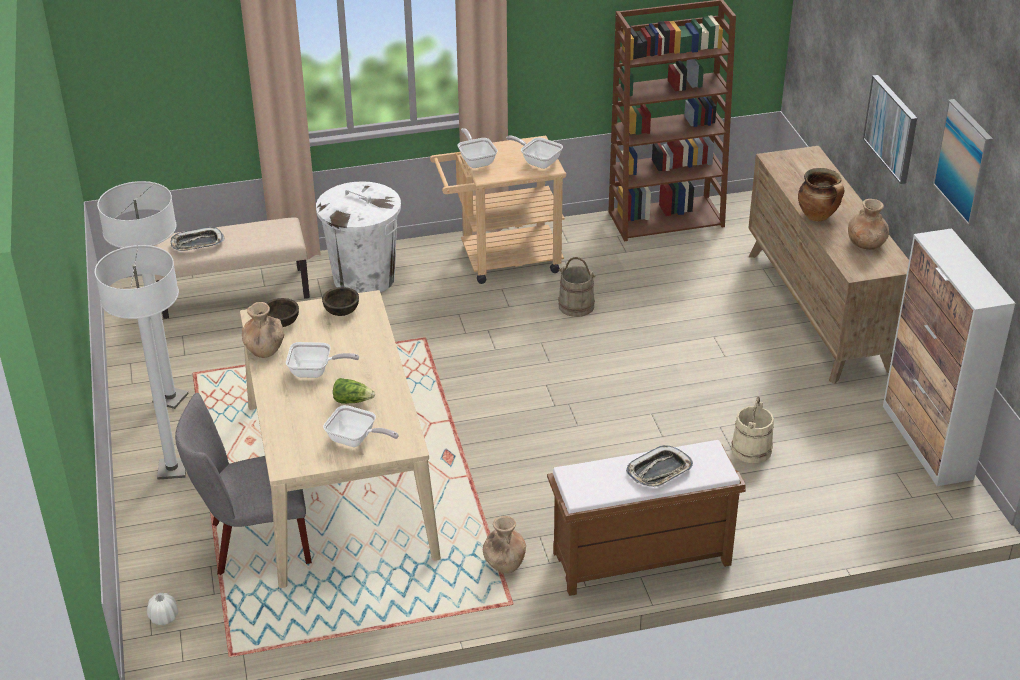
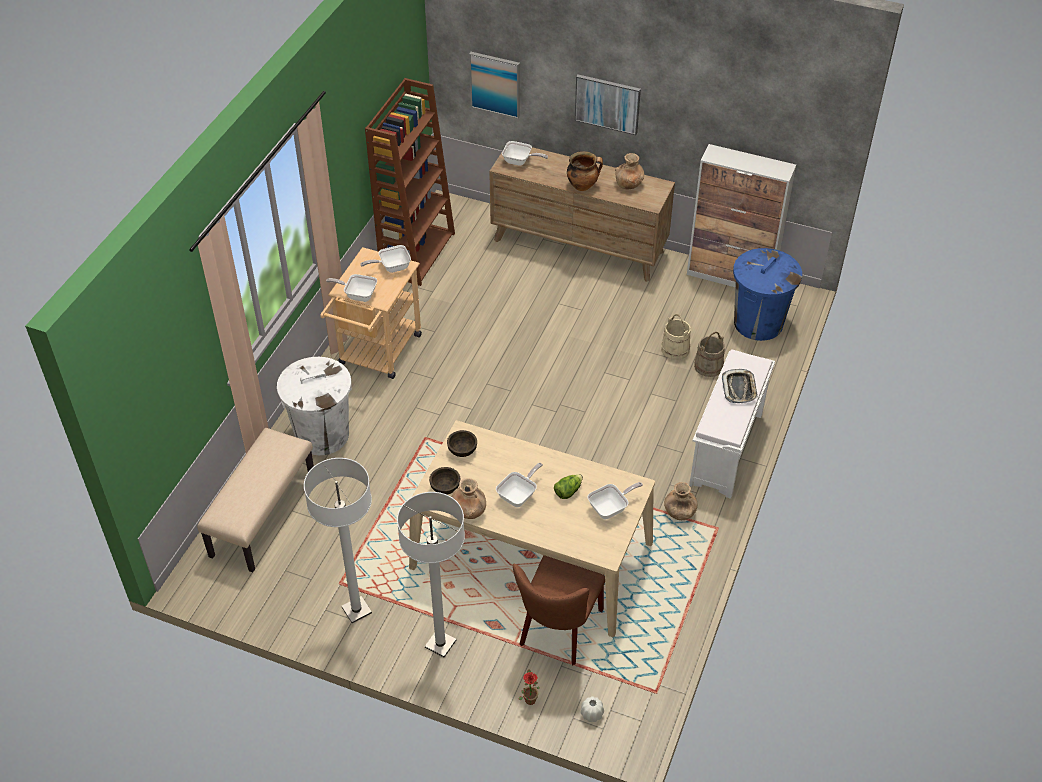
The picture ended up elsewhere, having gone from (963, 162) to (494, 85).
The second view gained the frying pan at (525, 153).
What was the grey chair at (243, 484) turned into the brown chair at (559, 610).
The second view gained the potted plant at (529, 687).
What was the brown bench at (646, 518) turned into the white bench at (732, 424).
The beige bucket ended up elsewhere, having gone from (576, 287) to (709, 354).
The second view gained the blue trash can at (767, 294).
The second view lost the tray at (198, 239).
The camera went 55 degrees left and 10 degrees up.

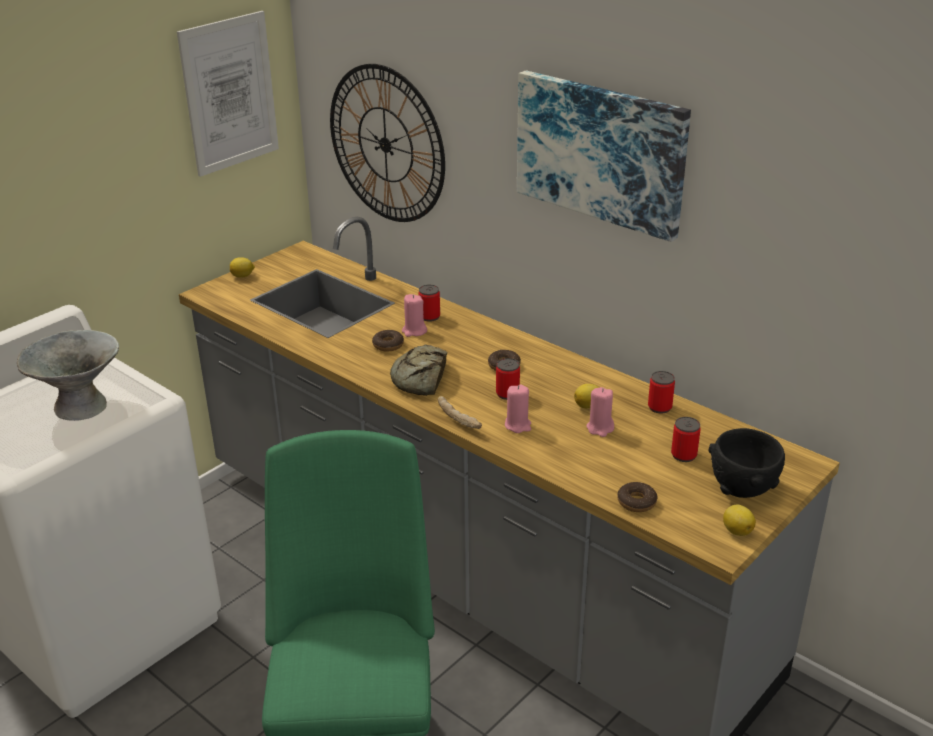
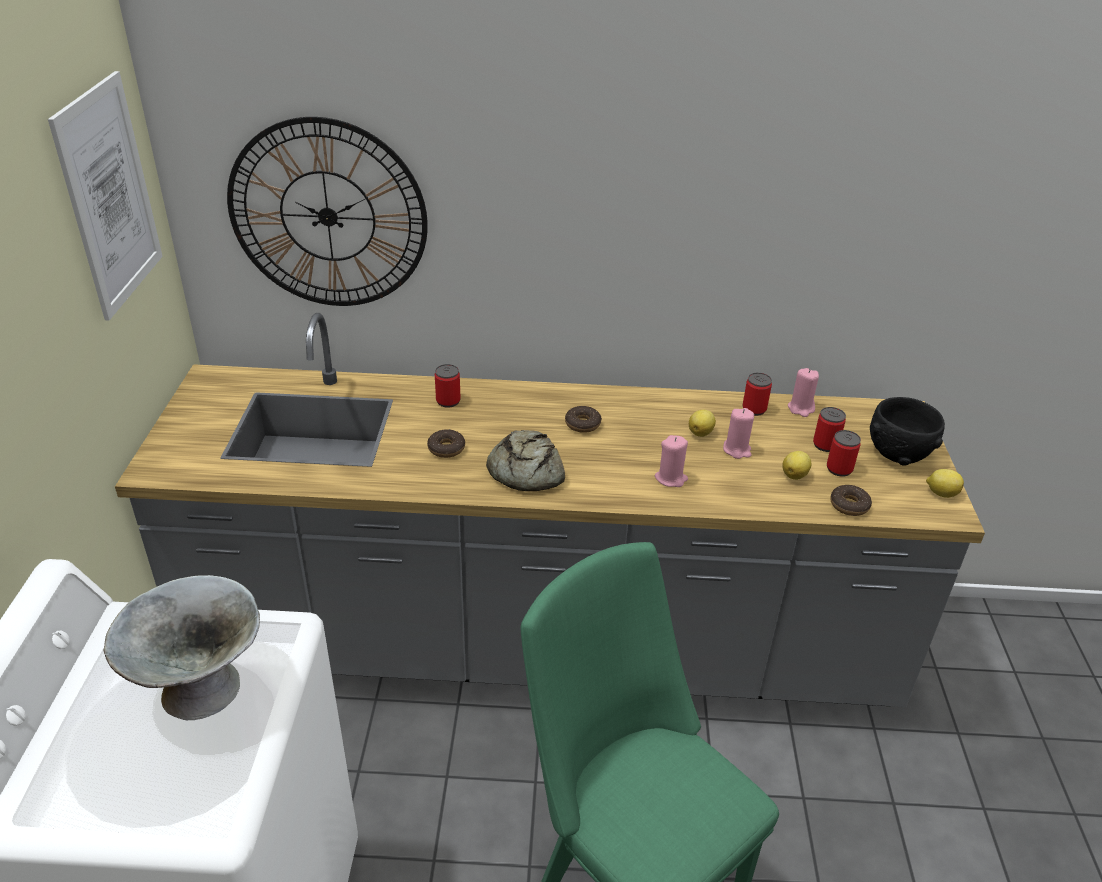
The lemon ended up elsewhere, having gone from (242, 267) to (797, 465).
The pink candle ended up elsewhere, having gone from (414, 315) to (803, 392).
The can ended up elsewhere, having gone from (508, 379) to (844, 453).
The second view lost the bread at (459, 412).
The second view lost the picture at (604, 156).
The camera went 40 degrees left and 5 degrees up.

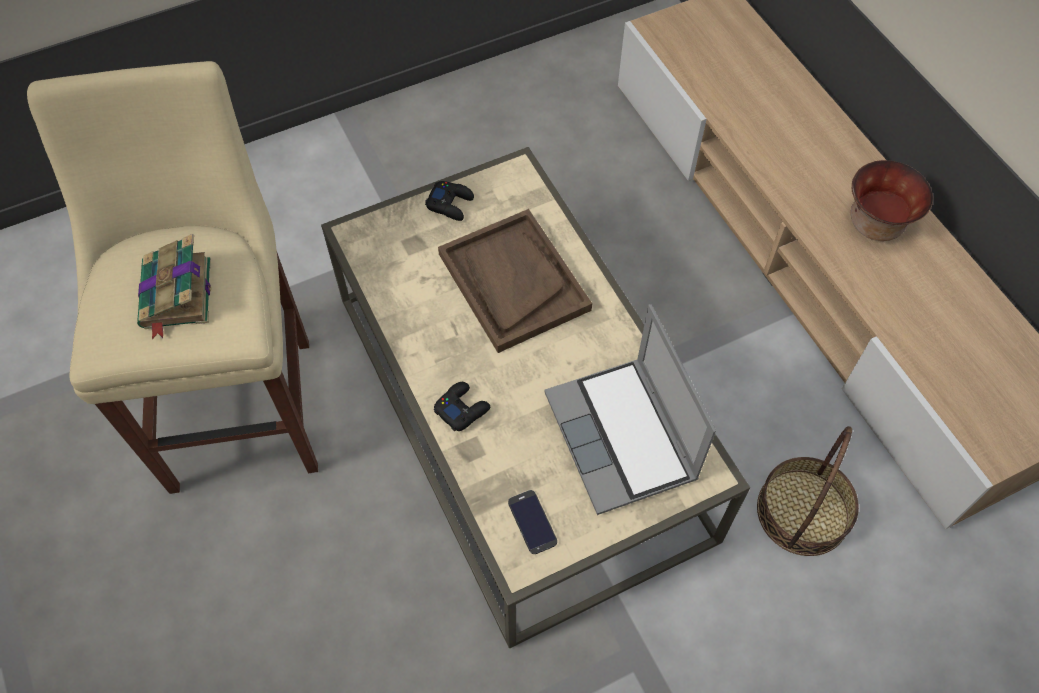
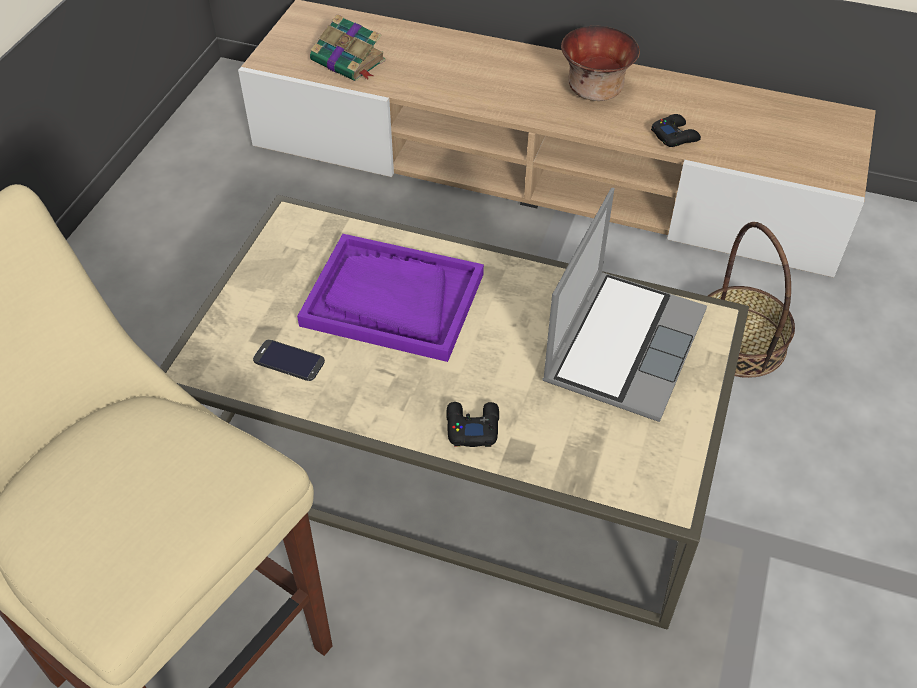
The phone ended up elsewhere, having gone from (532, 522) to (289, 360).
What was the brown tray at (515, 281) turned into the purple tray at (390, 298).
The book ended up elsewhere, having gone from (174, 286) to (348, 48).
The laptop at (630, 409) ended up facing another way, 90 degrees counterclockwise from before.
The black game controller ended up elsewhere, having gone from (449, 201) to (676, 130).
The camera went 45 degrees left and 10 degrees down.

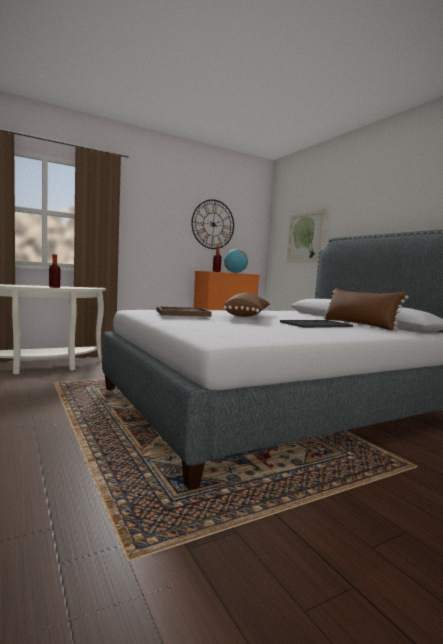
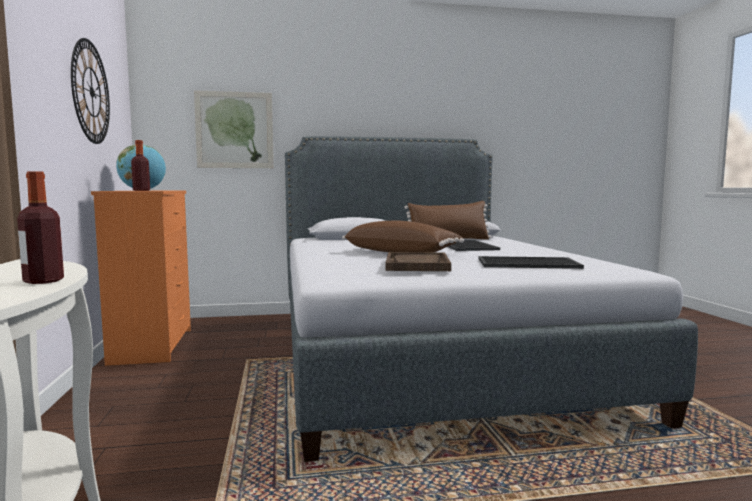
The second view gained the tray at (531, 262).
The camera went 70 degrees left and 0 degrees up.

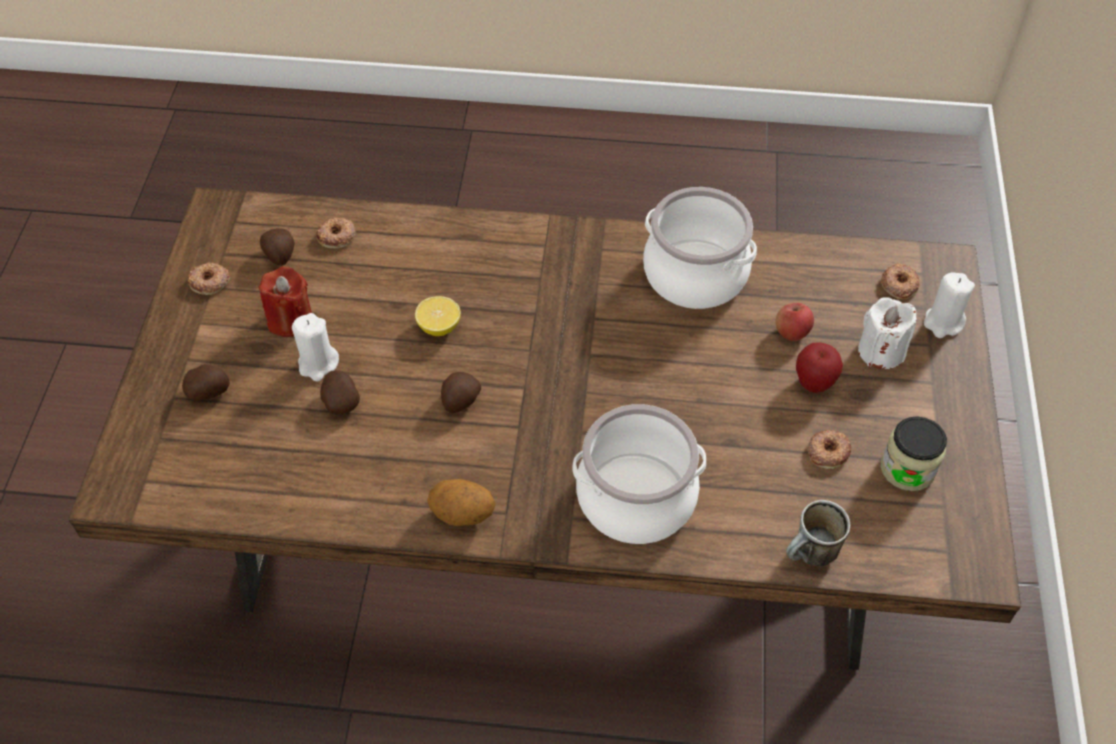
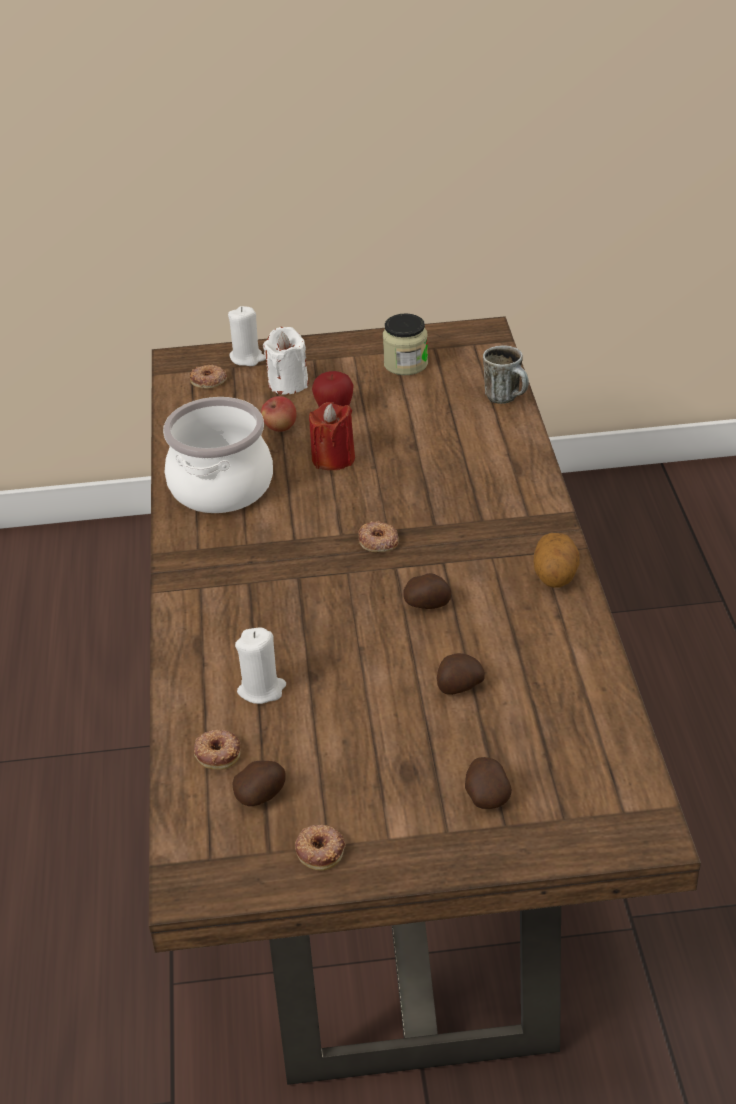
The white candle ended up elsewhere, having gone from (315, 347) to (260, 665).
The red candle ended up elsewhere, having gone from (285, 301) to (332, 436).
The donut ended up elsewhere, having gone from (829, 449) to (378, 536).
The second view lost the lemon at (438, 316).
The second view lost the cooking pot at (639, 474).
The camera went 100 degrees left and 15 degrees down.

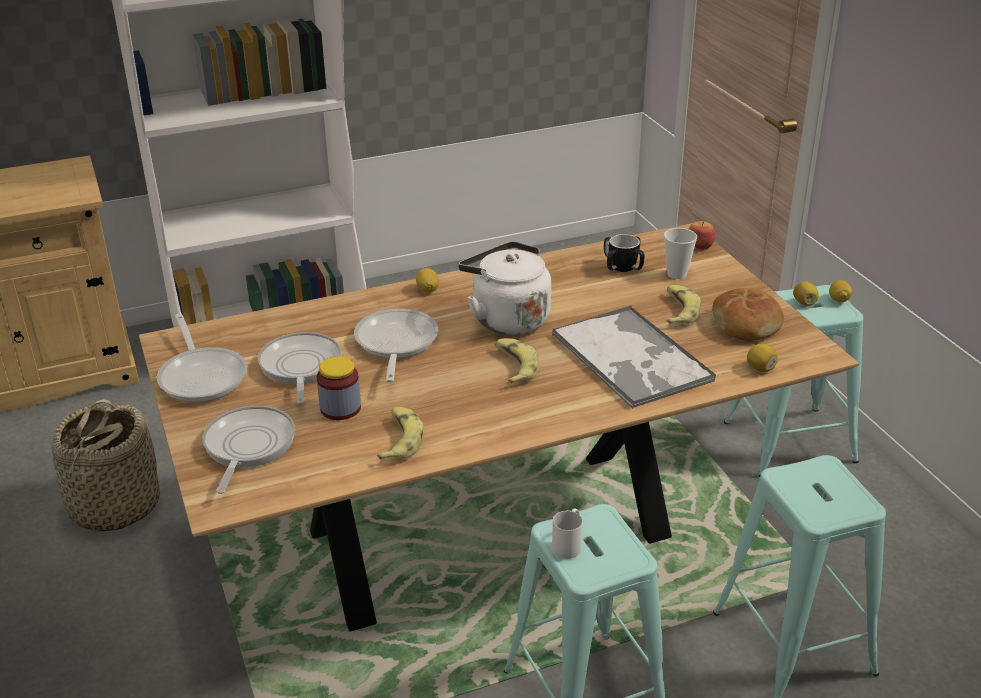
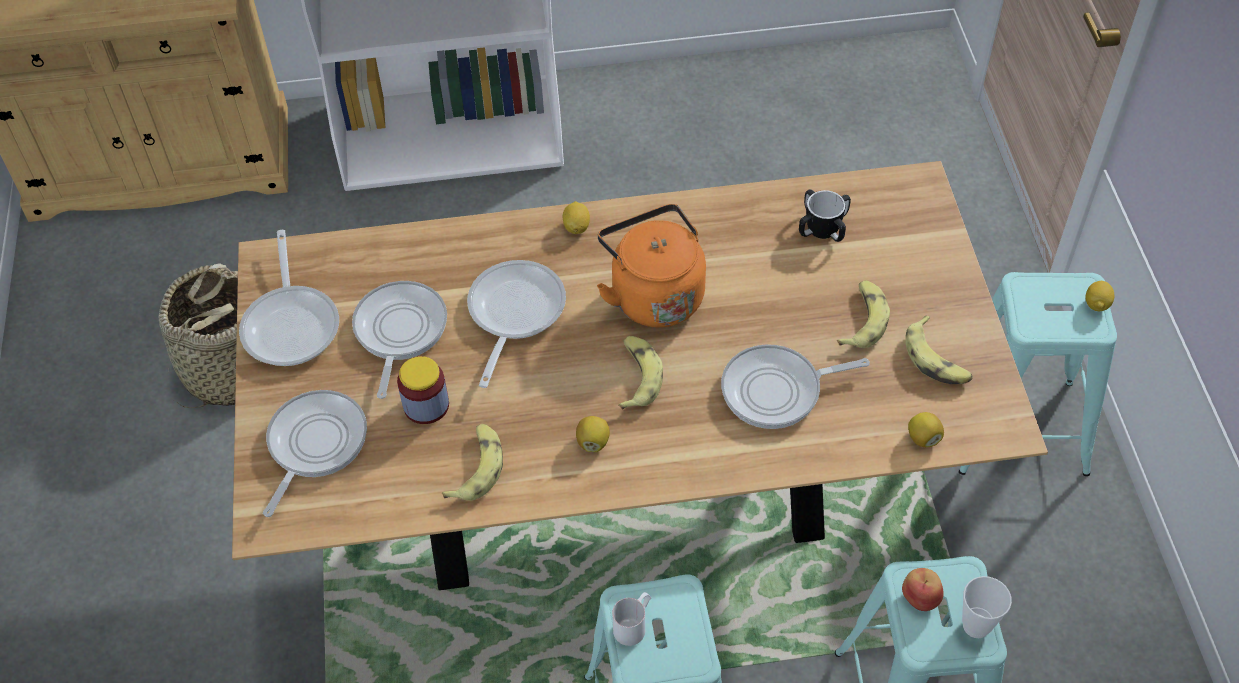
The lemon ended up elsewhere, having gone from (805, 293) to (593, 434).
What was the white kettle at (504, 288) turned into the orange kettle at (651, 266).
Where the tray stood at (634, 357), the frying pan came to stand at (795, 386).
The apple ended up elsewhere, having gone from (702, 235) to (923, 589).
Where the bread stood at (748, 314), the banana came to stand at (939, 349).
The cup ended up elsewhere, having gone from (680, 253) to (987, 607).
The camera went 15 degrees right and 20 degrees up.

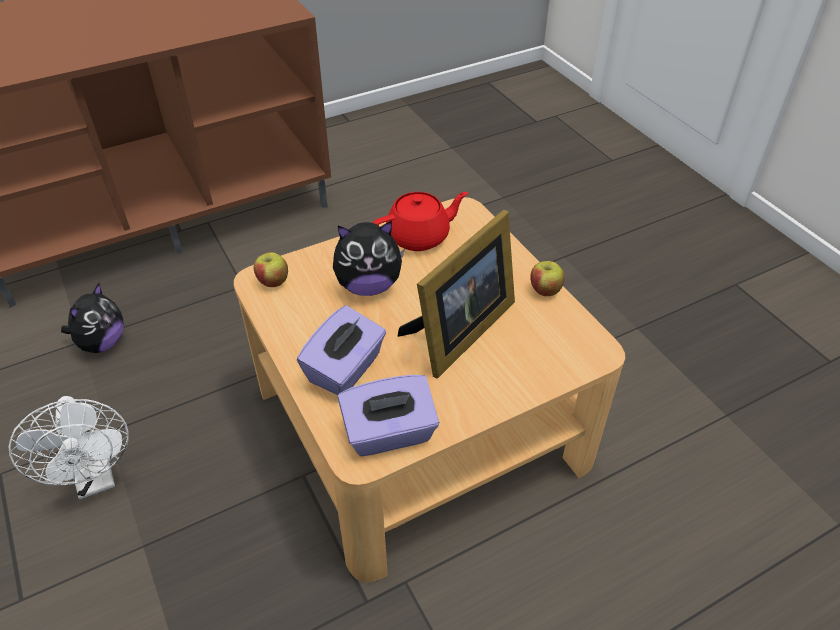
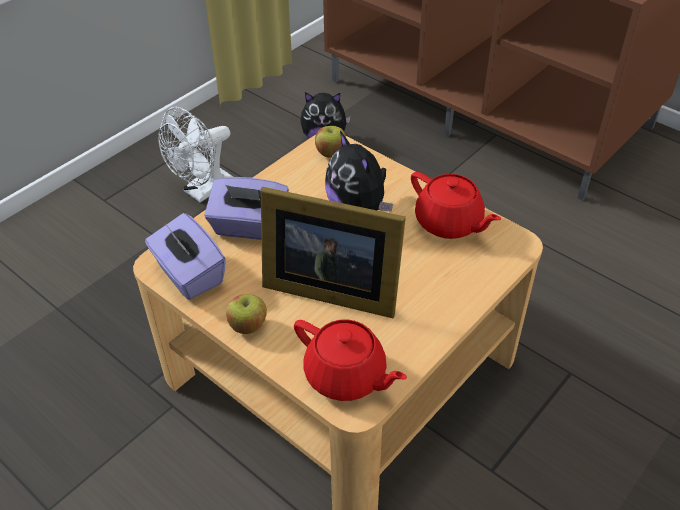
The apple ended up elsewhere, having gone from (547, 278) to (246, 314).
The second view gained the red teapot at (350, 360).
The camera went 70 degrees right and 0 degrees up.

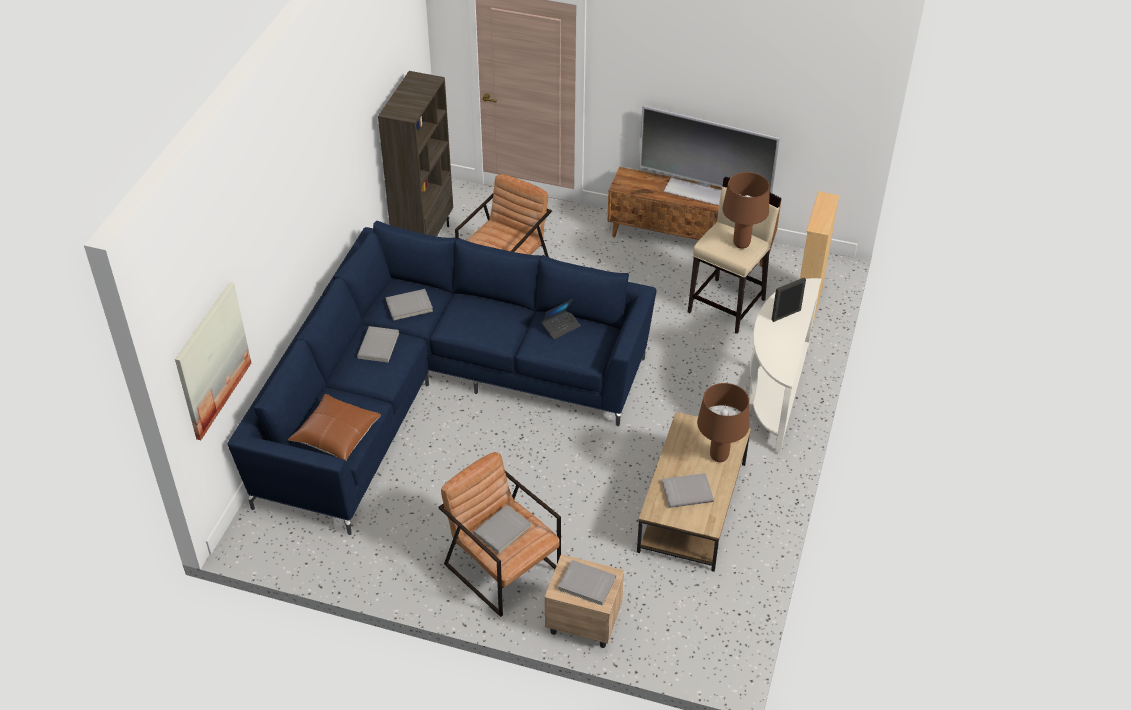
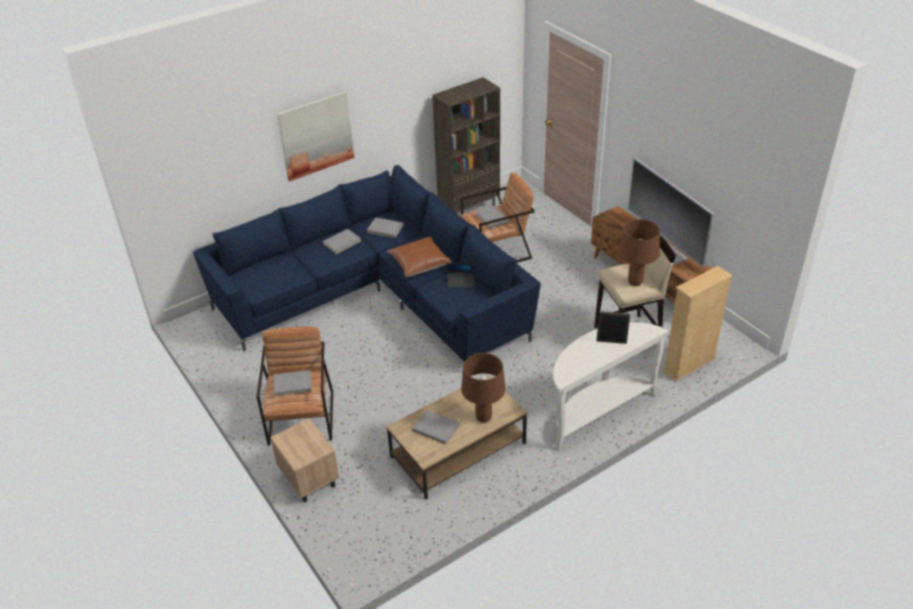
The picture ended up elsewhere, having gone from (213, 361) to (315, 136).
The brown pillow ended up elsewhere, having gone from (334, 427) to (419, 256).
The grey book ended up elsewhere, having gone from (587, 583) to (493, 217).
The camera went 40 degrees right and 5 degrees down.

